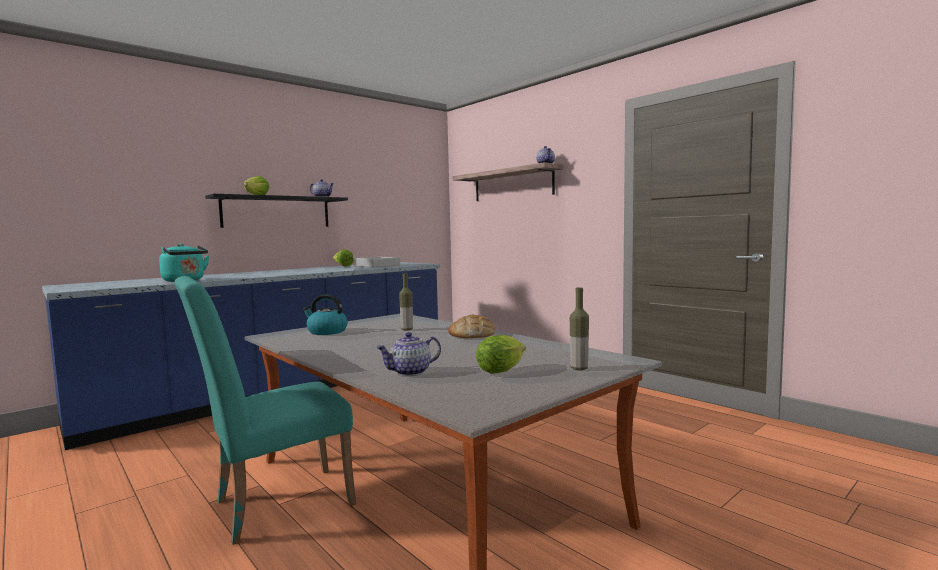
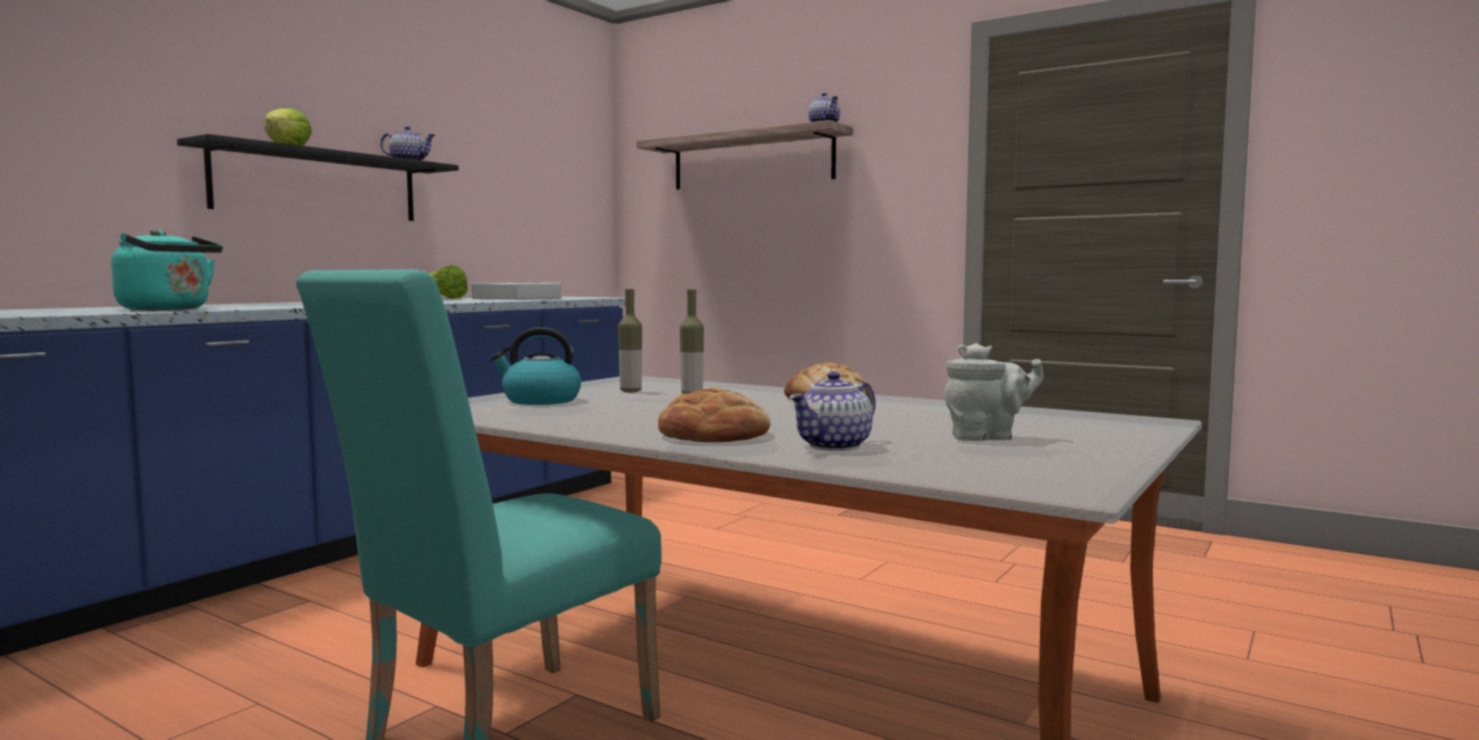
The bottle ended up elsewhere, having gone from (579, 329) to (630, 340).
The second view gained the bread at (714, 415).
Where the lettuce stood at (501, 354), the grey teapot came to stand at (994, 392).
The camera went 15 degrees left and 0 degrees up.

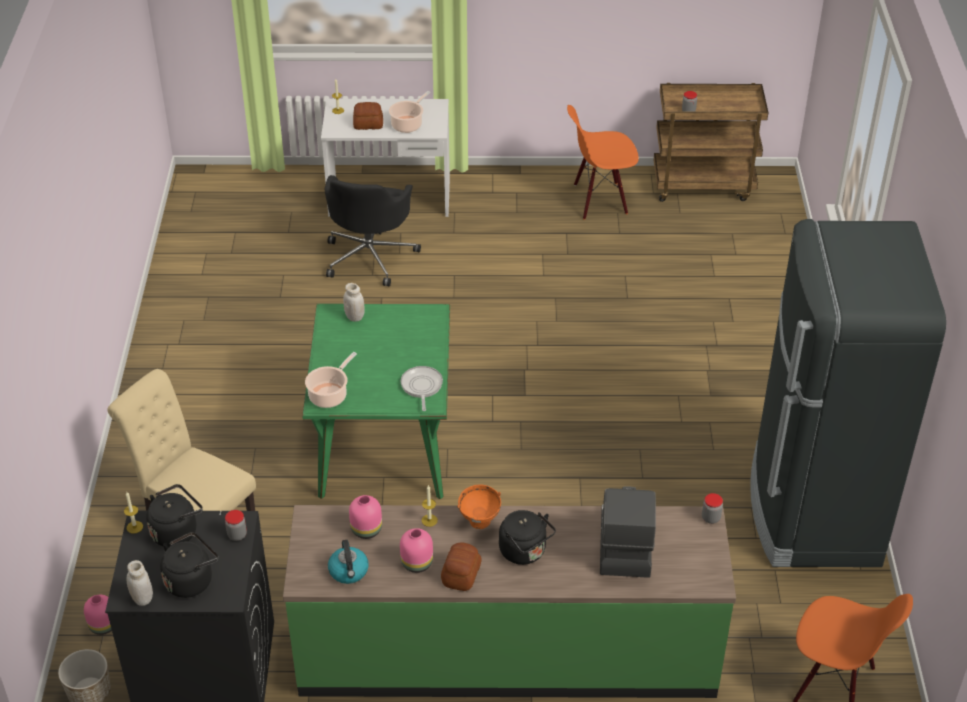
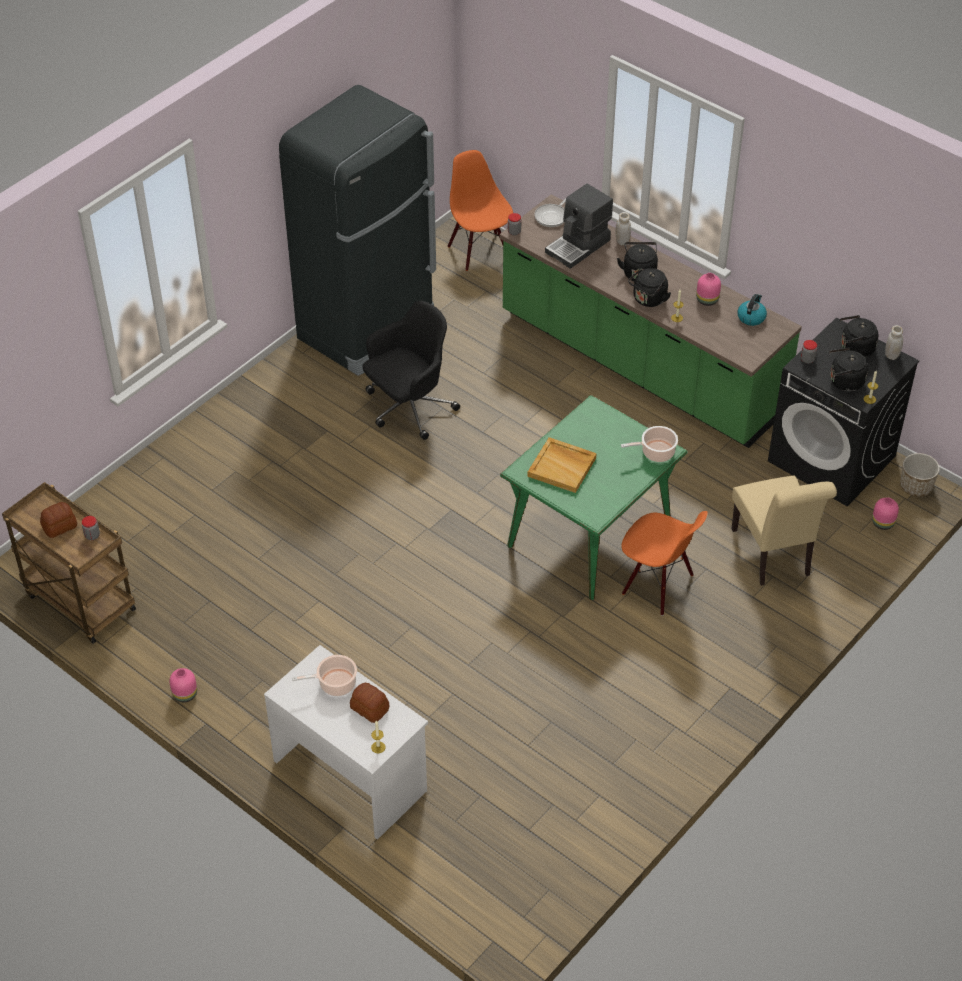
The bread ended up elsewhere, having gone from (461, 566) to (58, 520).
The pink vase ended up elsewhere, having gone from (365, 517) to (183, 685).
The black office chair ended up elsewhere, having gone from (372, 231) to (411, 370).
The second view gained the beige tray at (562, 465).
The frying pan ended up elsewhere, having gone from (422, 388) to (551, 211).
The white jar ended up elsewhere, having gone from (354, 302) to (623, 228).
The orange chair ended up elsewhere, having gone from (603, 162) to (664, 563).
Where the orange bowl stood at (479, 507), the black kettle came to stand at (649, 287).
The camera went 140 degrees left and 5 degrees up.

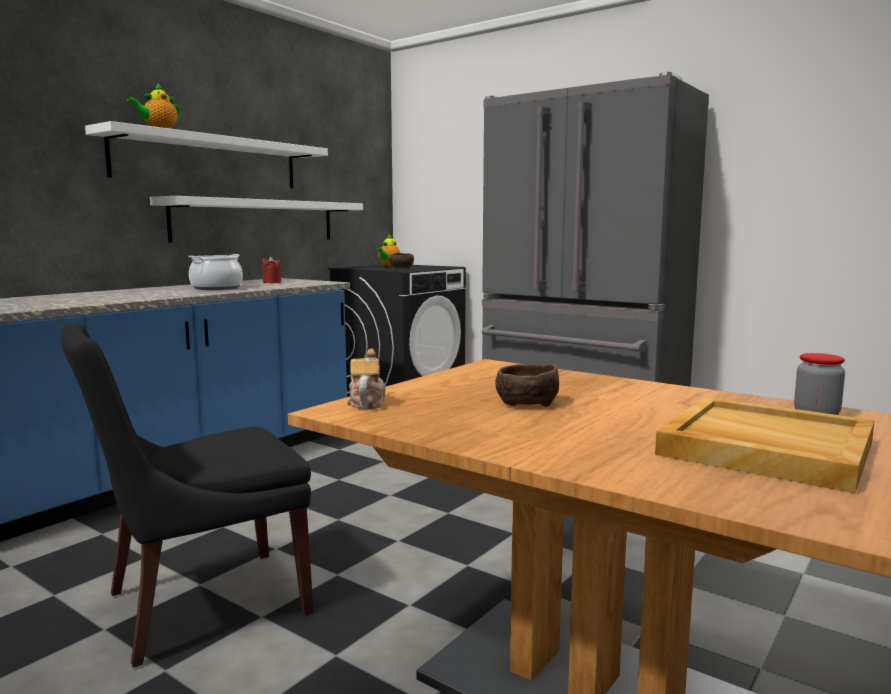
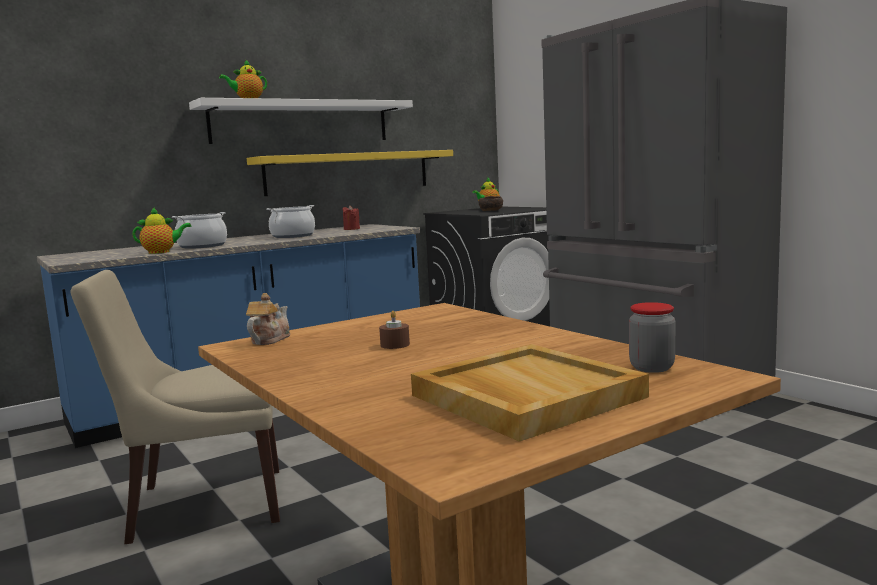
What was the black chair at (187, 495) turned into the beige chair at (175, 407).
The second view gained the teapot at (161, 230).
The second view gained the cooking pot at (199, 230).
What was the white shelf at (256, 219) turned into the yellow shelf at (350, 173).
Where the brown bowl stood at (527, 385), the brown candle came to stand at (394, 330).
The camera went 20 degrees right and 0 degrees up.

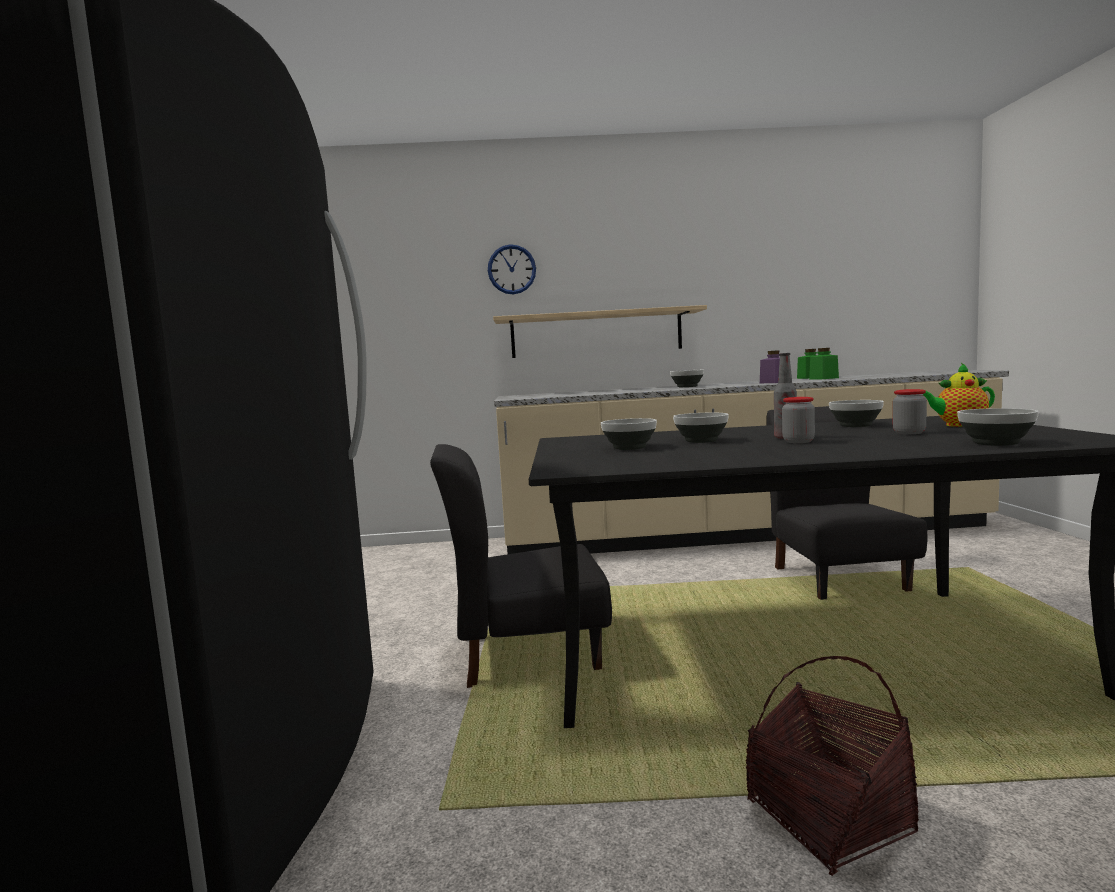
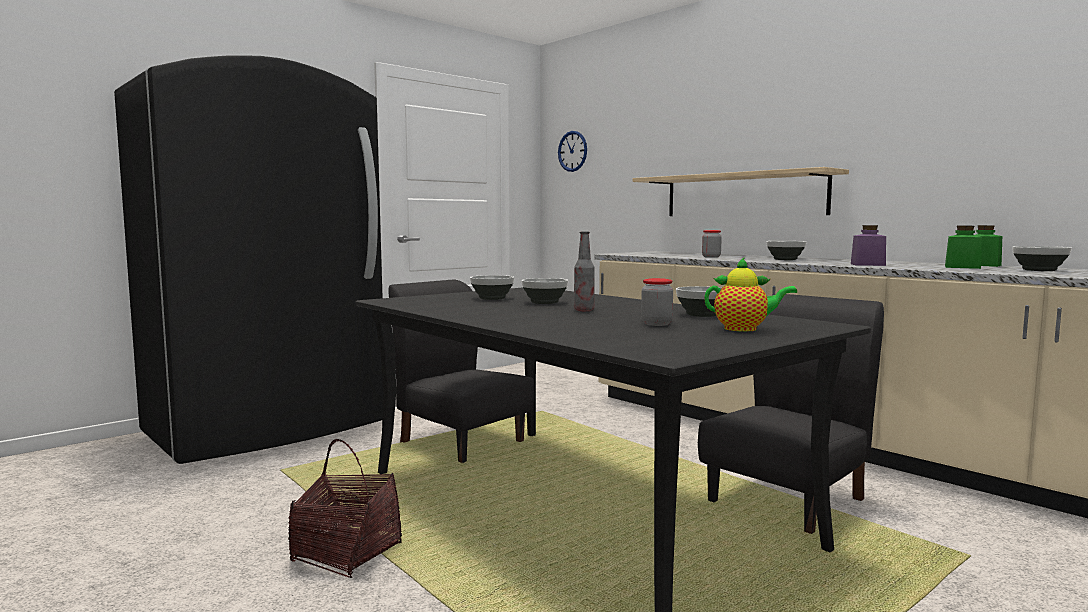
The wall clock ended up elsewhere, having gone from (512, 269) to (572, 151).
The jar ended up elsewhere, having gone from (798, 420) to (712, 244).
The teapot at (959, 395) ended up facing another way, 135 degrees clockwise from before.
The bowl ended up elsewhere, having gone from (998, 427) to (1042, 258).
The camera went 50 degrees right and 0 degrees up.

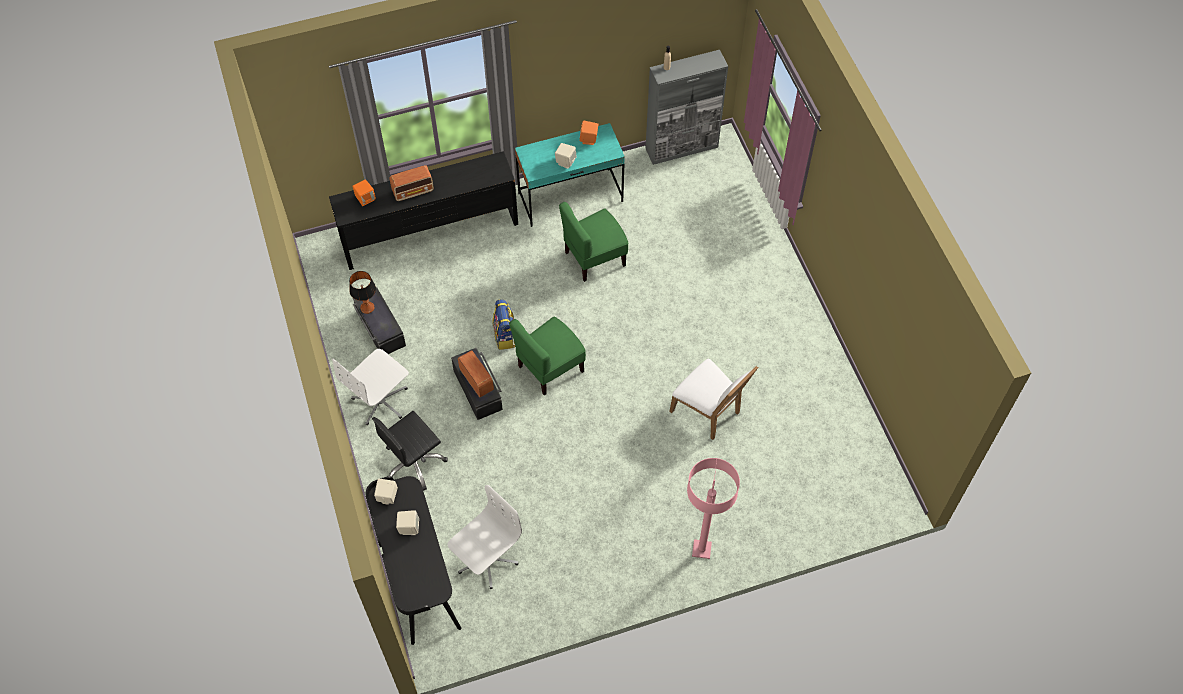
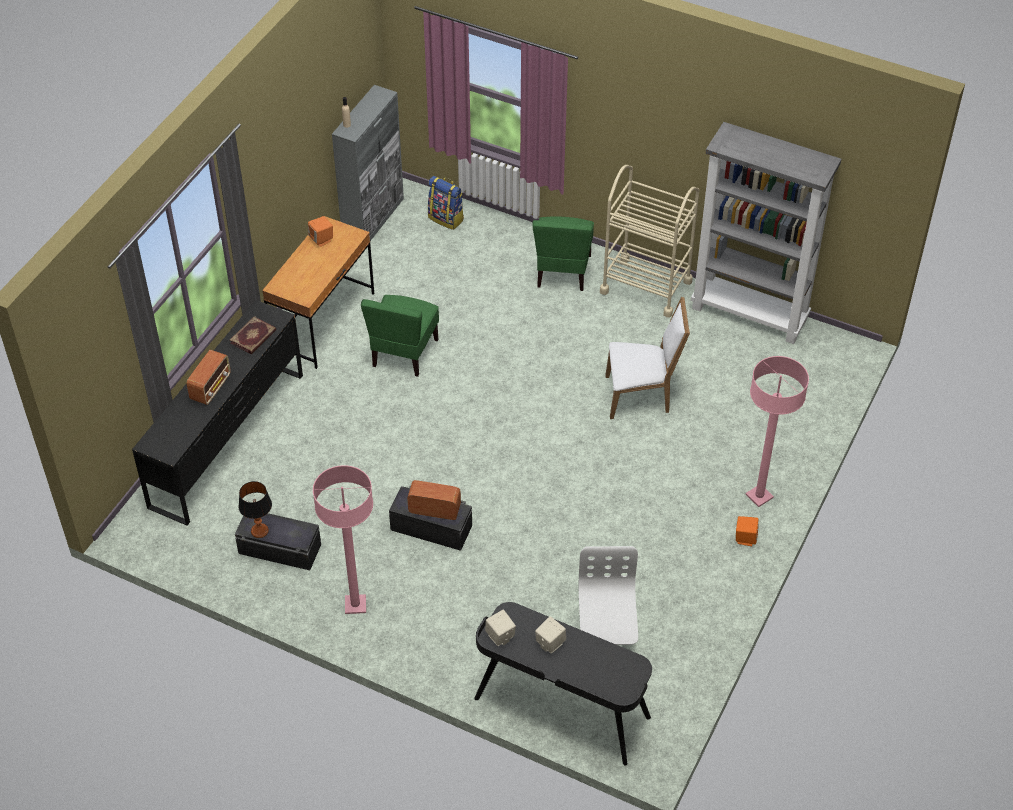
The second view gained the book at (253, 335).
What was the turquoise desk at (570, 175) turned into the brown desk at (318, 292).
Where the white office chair stood at (370, 387), the pink floor lamp came to stand at (343, 539).
The backpack ended up elsewhere, having gone from (504, 324) to (446, 203).
The green chair ended up elsewhere, having gone from (547, 356) to (563, 253).
The second view gained the beige cart at (650, 241).
The second view gained the grey bookcase at (766, 233).
The orange speaker ended up elsewhere, having gone from (364, 192) to (747, 531).
The second view lost the black office chair at (410, 451).
The second view lost the beige speaker at (566, 156).
The camera went 45 degrees left and 10 degrees down.

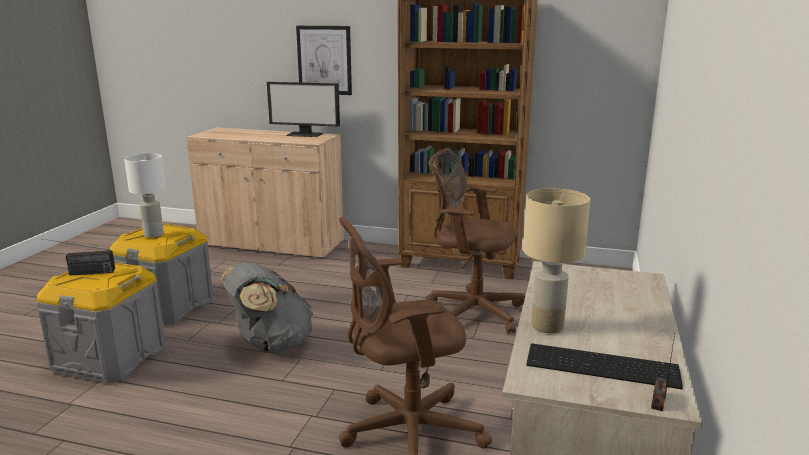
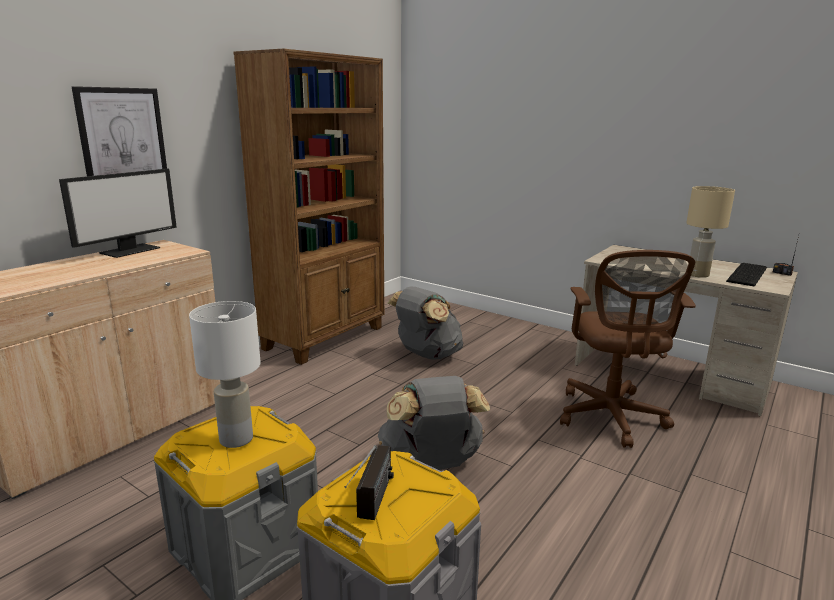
Where the brown office chair stood at (475, 240), the grey backpack came to stand at (425, 323).
The camera went 70 degrees left and 0 degrees up.

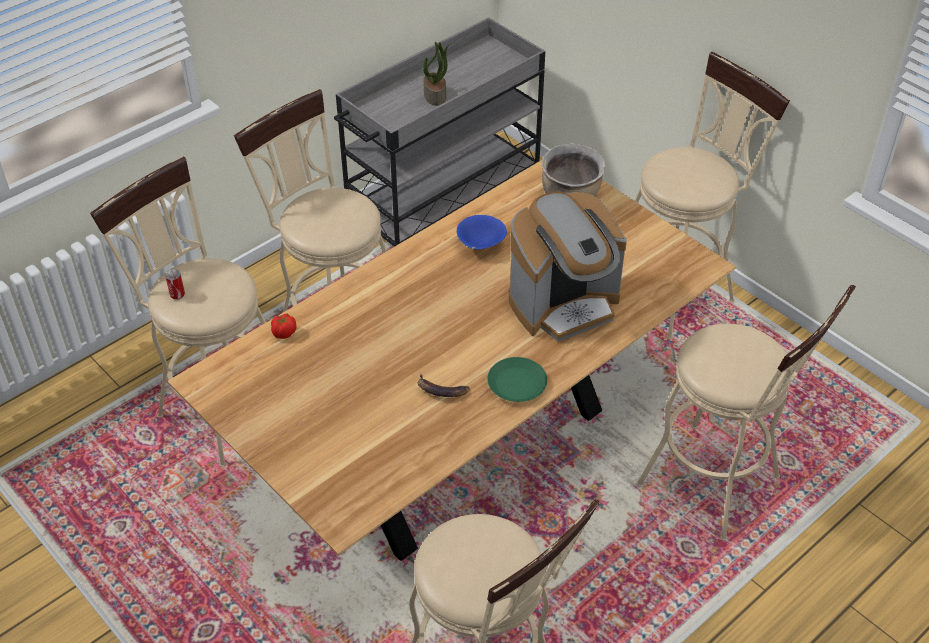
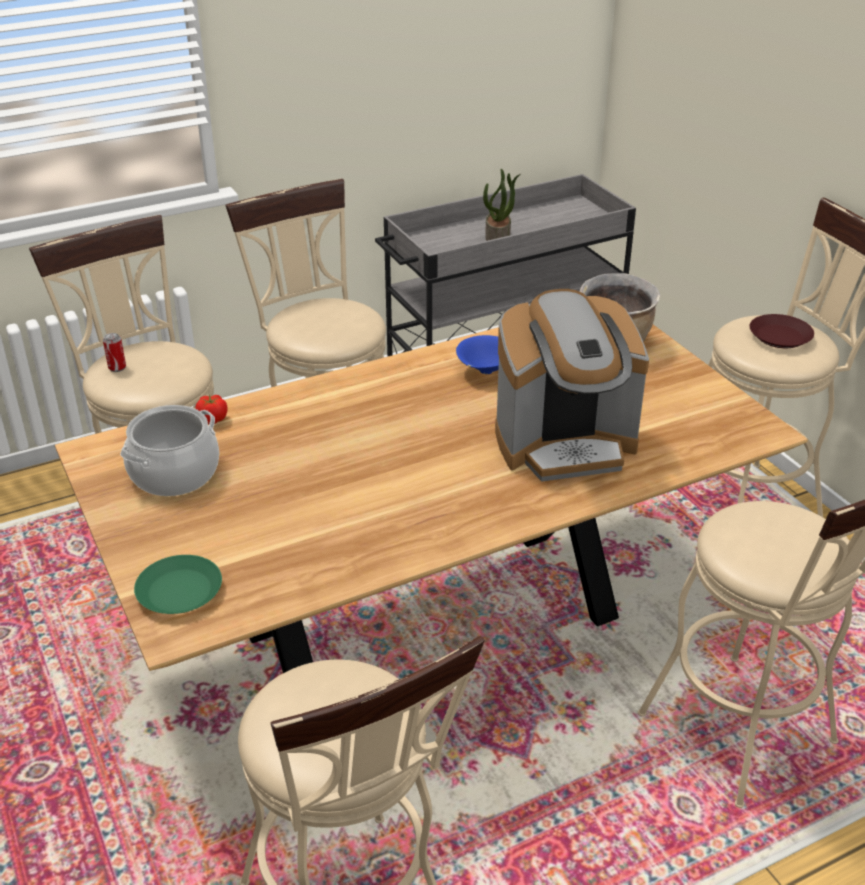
The second view gained the cooking pot at (169, 450).
The green plate ended up elsewhere, having gone from (517, 379) to (178, 584).
The second view gained the brown plate at (781, 331).
The second view lost the banana at (443, 385).
The camera went 15 degrees right and 10 degrees down.

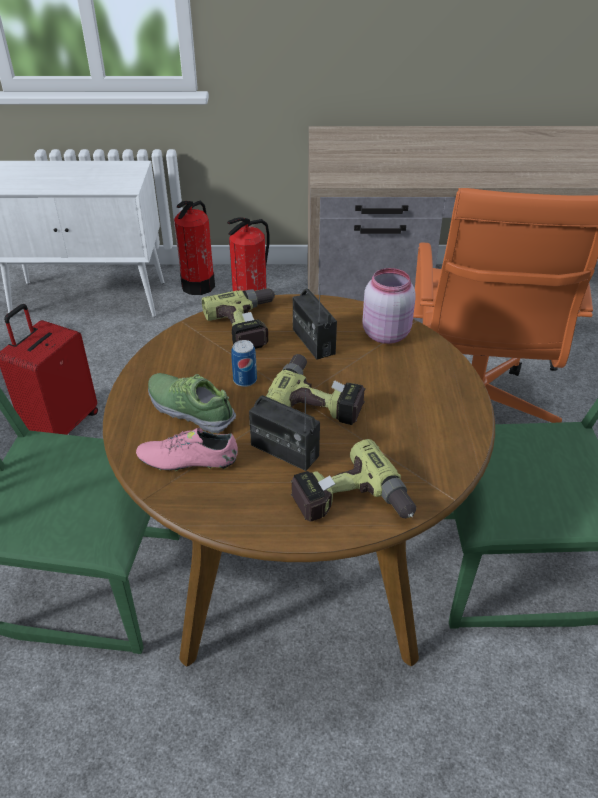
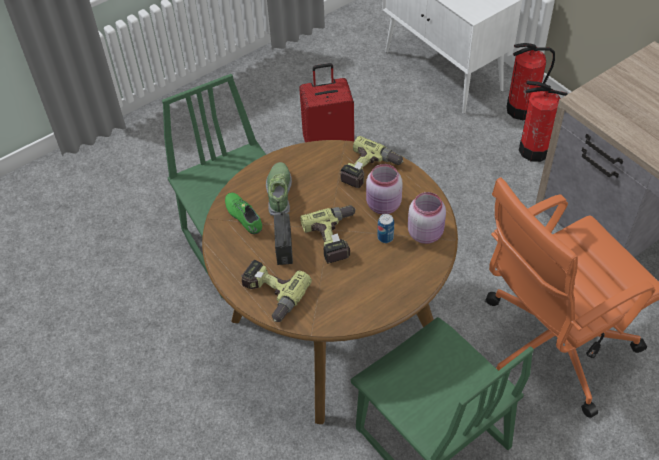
What was the pink shoe at (187, 449) turned into the green shoe at (243, 213).
Where the radio stood at (315, 321), the pink jar came to stand at (384, 189).
The can ended up elsewhere, having gone from (244, 363) to (386, 228).
The camera went 55 degrees right and 10 degrees up.

